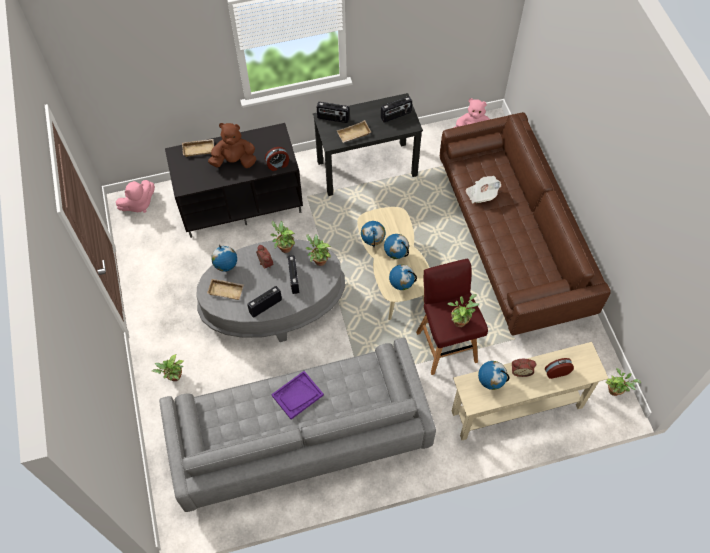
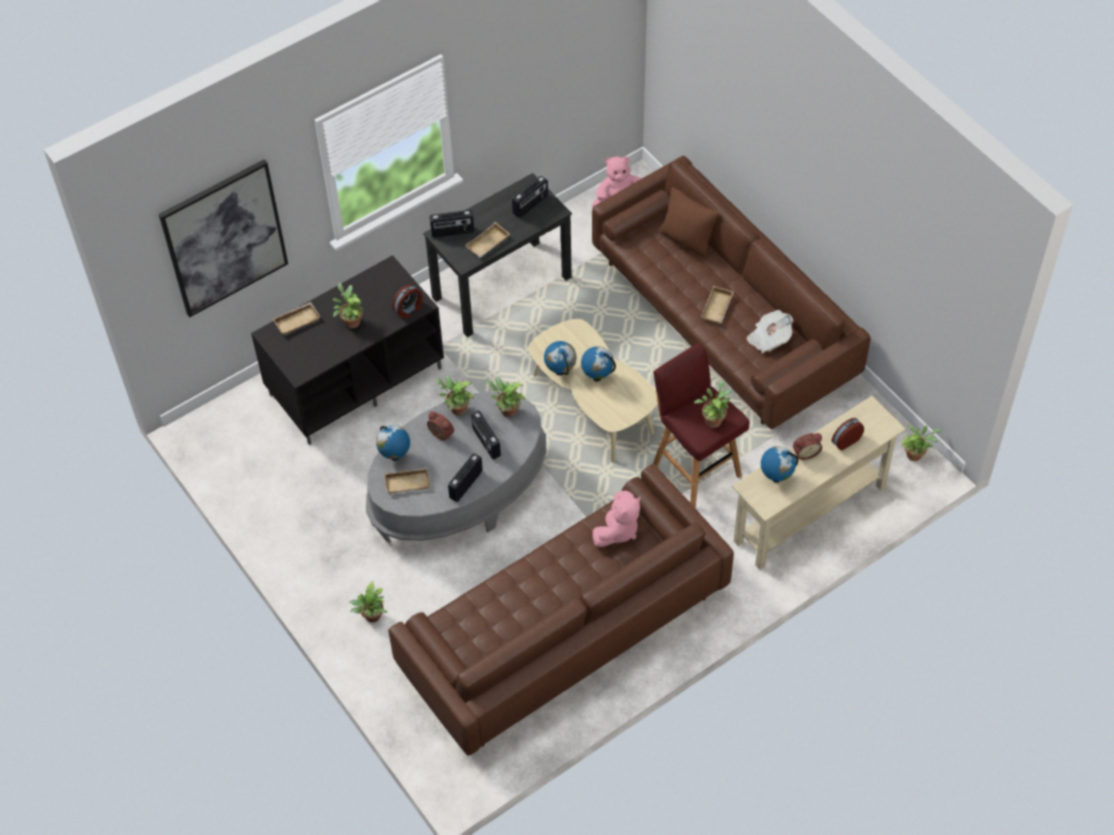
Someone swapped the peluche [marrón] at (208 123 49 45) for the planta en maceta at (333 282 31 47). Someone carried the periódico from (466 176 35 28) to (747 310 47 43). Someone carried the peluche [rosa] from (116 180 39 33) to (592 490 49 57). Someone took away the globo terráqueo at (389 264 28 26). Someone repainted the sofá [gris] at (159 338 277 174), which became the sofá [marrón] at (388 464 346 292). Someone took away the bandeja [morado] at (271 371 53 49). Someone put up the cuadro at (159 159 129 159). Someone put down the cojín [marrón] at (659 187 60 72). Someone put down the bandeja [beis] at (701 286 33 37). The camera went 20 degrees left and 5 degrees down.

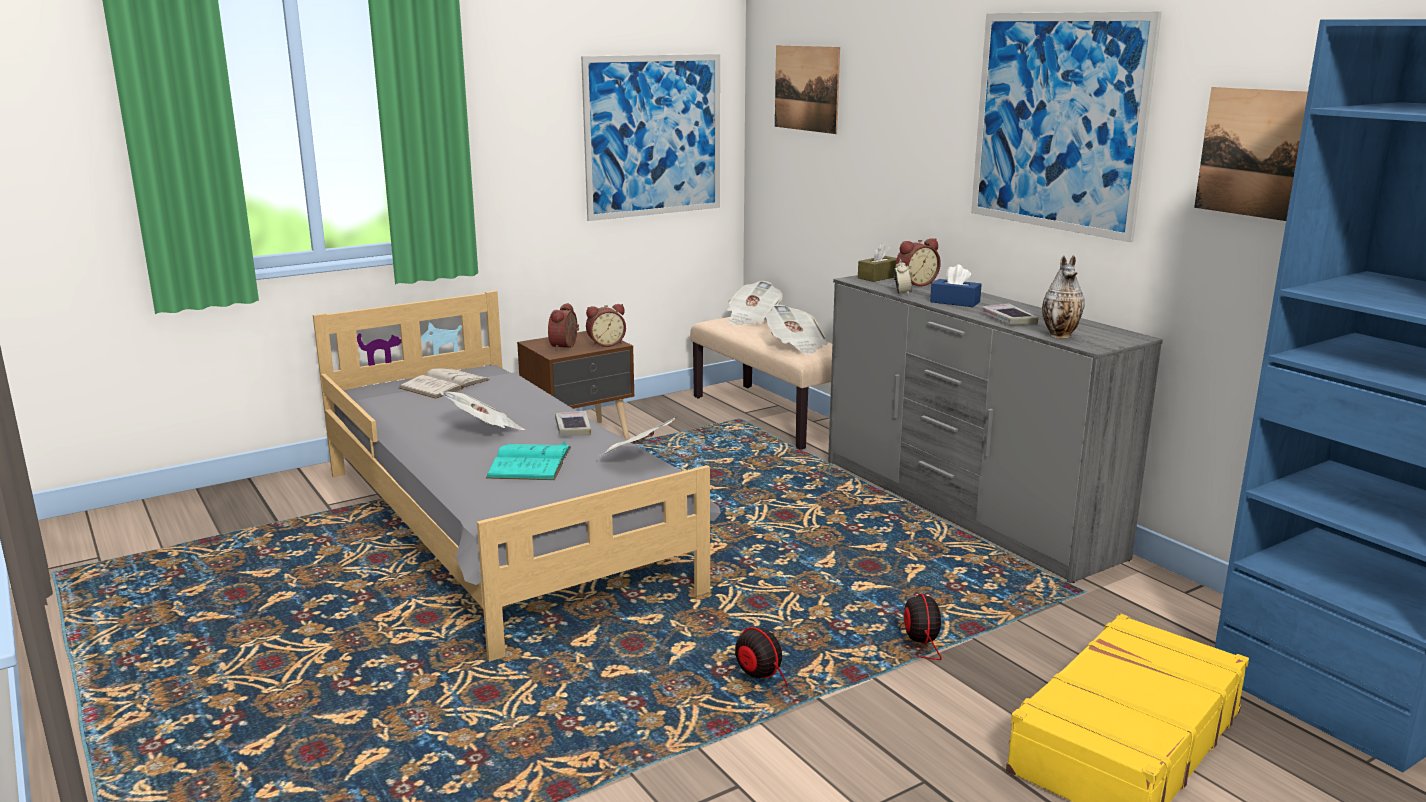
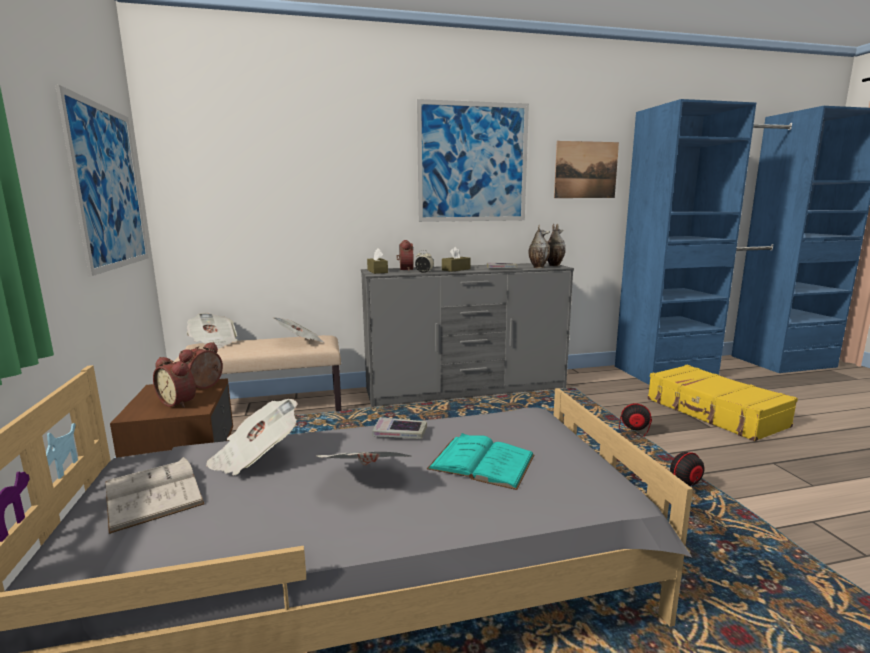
Someone took away the cuadro at (775 45 65 89). Someone repainted the caja de pañuelos [azul] at (930 264 52 43), which became the caja de pañuelos [marrón] at (442 247 29 25). Someone rotated the despertador at (586 304 40 43) by 150 degrees counterclockwise. Someone carried the periódico from (600 417 77 39) to (206 399 92 77). Someone put down the florero at (547 224 19 42). The camera went 70 degrees left and 5 degrees down.

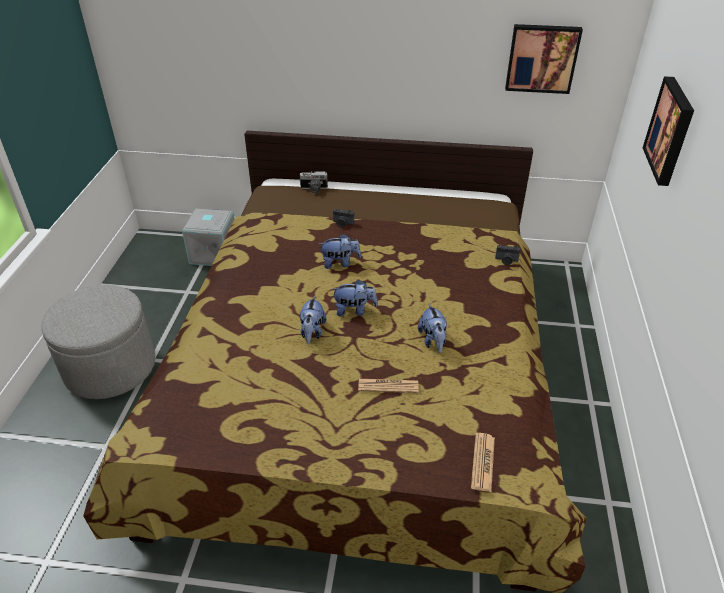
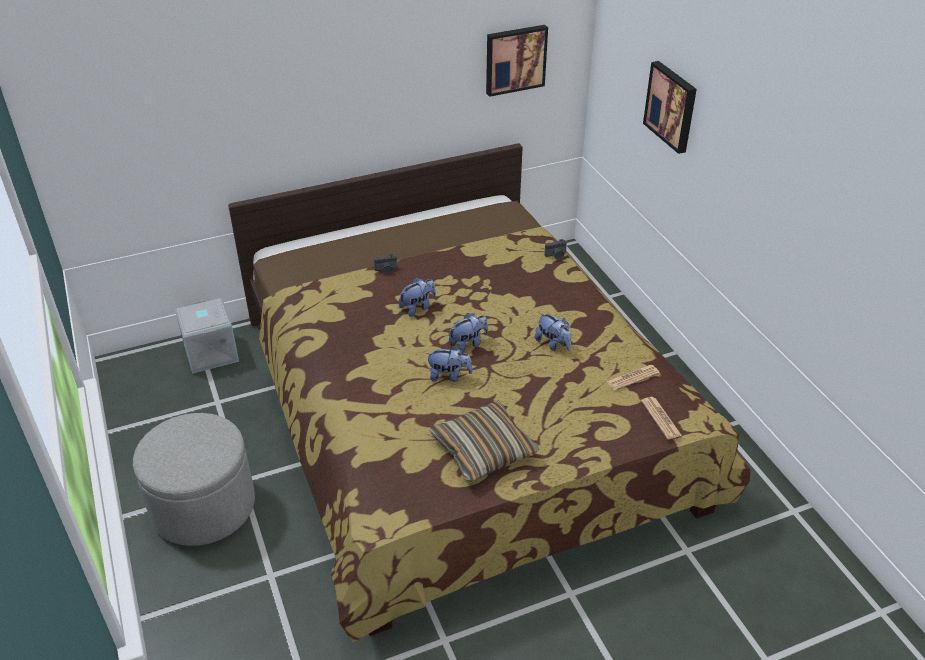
Someone took away the cámara at (299 171 29 22). Someone rotated the peluche at (300 295 26 49) by 60 degrees counterclockwise. Someone carried the periódico from (358 379 60 14) to (606 365 54 26). Someone put down the cojín at (429 400 110 82). The camera went 30 degrees left and 0 degrees up.

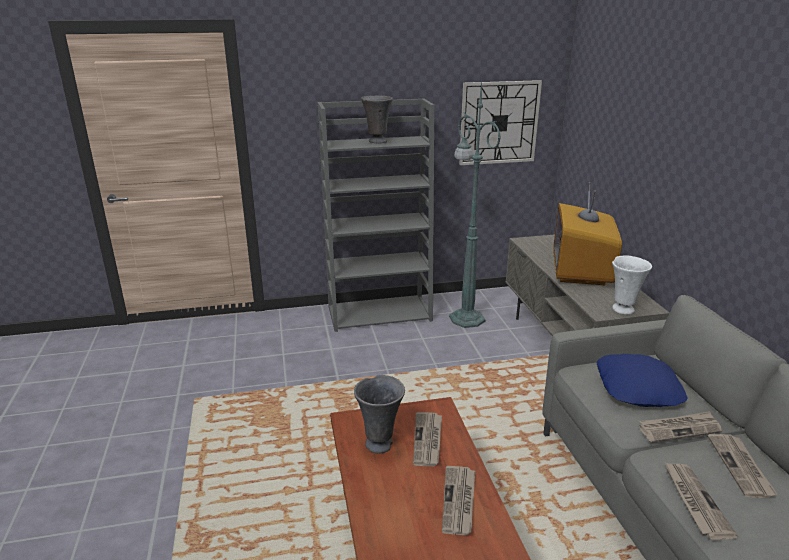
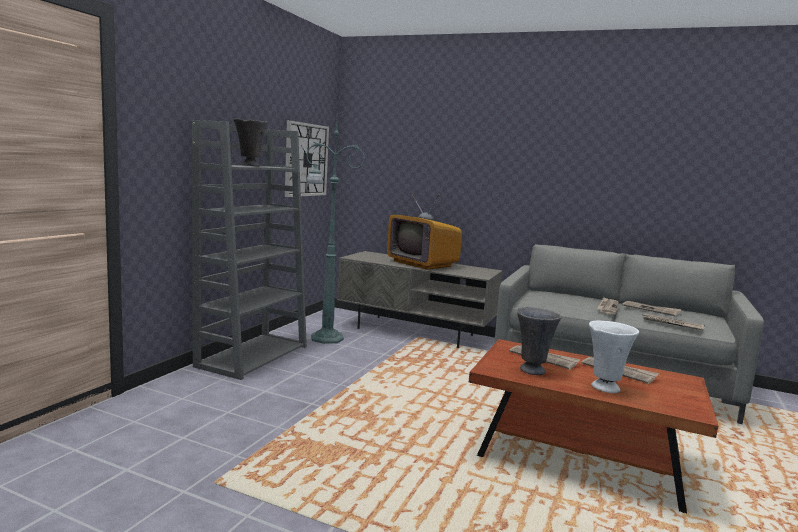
Someone carried the florero [blanco] from (612 255 40 60) to (589 321 50 72). Someone took away the cojín [azul] at (596 354 92 53). The camera went 55 degrees left and 15 degrees down.

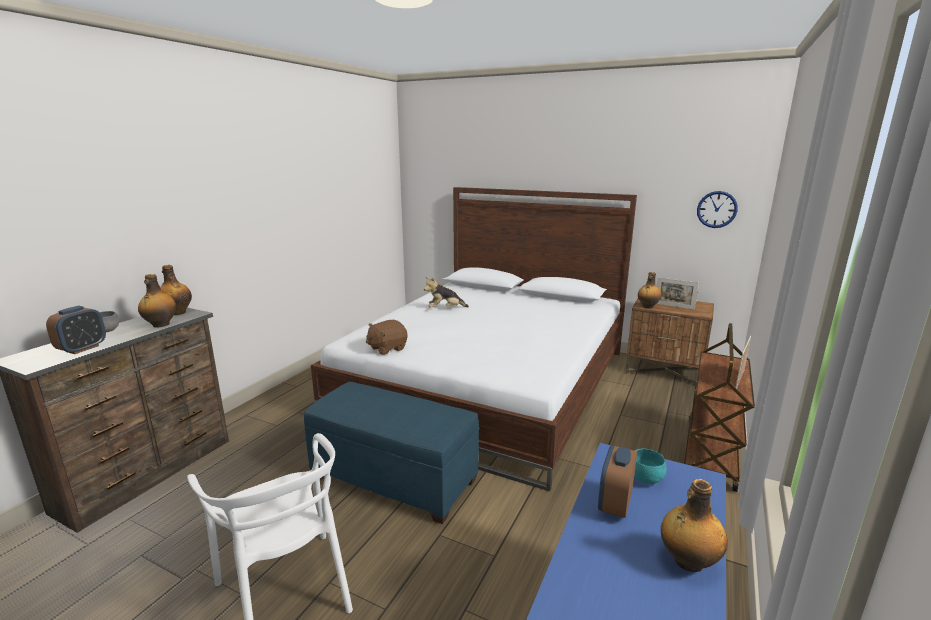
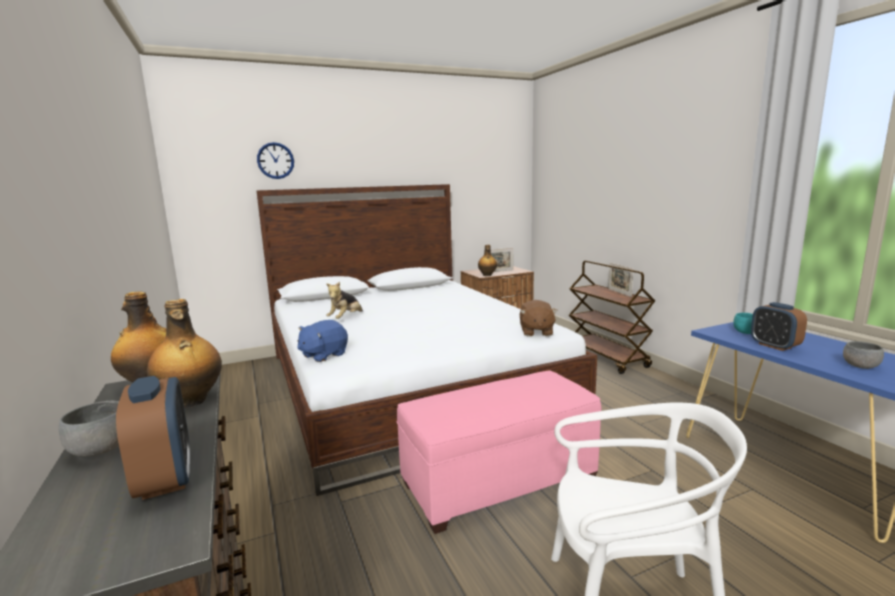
Someone carried the reloj de pared from (697 191 41 37) to (257 142 37 37). Someone carried the peluche [marrón] from (366 320 41 35) to (520 300 38 36). Someone repainted the puf [azul] at (304 382 176 142), which became the puf [rosa] at (397 371 204 163). Someone took away the botella at (661 479 67 93). Someone put down the peluche [azul] at (297 320 51 42). Someone put down the cuenco [gris] at (843 341 41 28). The camera went 50 degrees left and 5 degrees down.

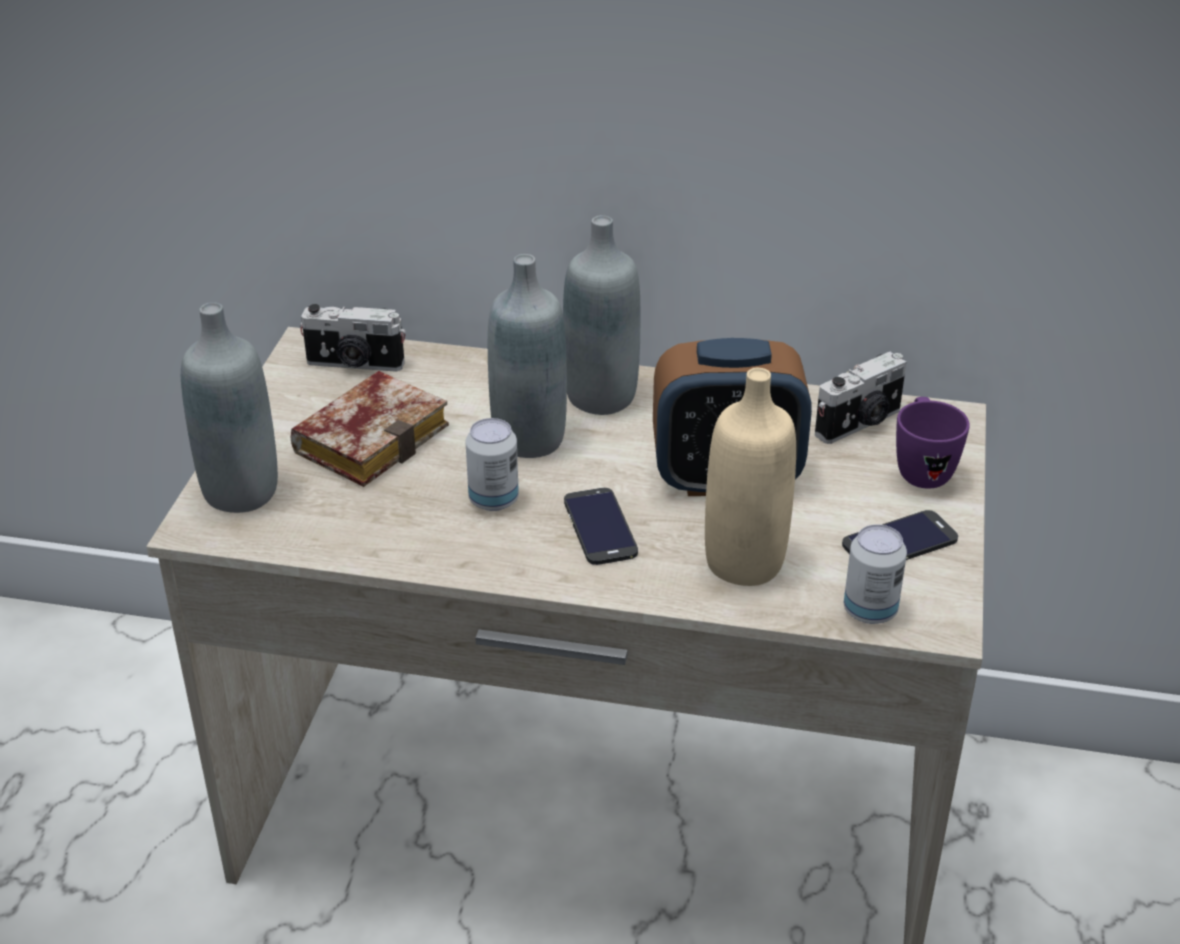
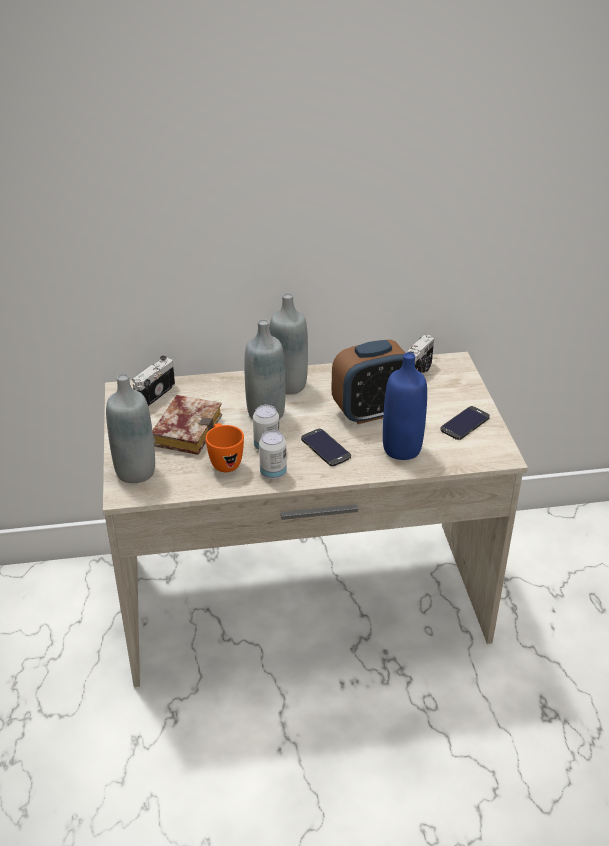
Someone rotated the cámara at (300 304 105 68) by 135 degrees clockwise. Someone repainted the botella [beis] at (705 368 91 218), which became the botella [azul] at (383 352 44 108). Someone took away the taza grande [morado] at (896 397 74 92). Someone carried the lata from (844 524 63 100) to (259 431 28 49). Someone put down the taza grande [naranja] at (205 423 39 49). The camera went 20 degrees left and 0 degrees up.

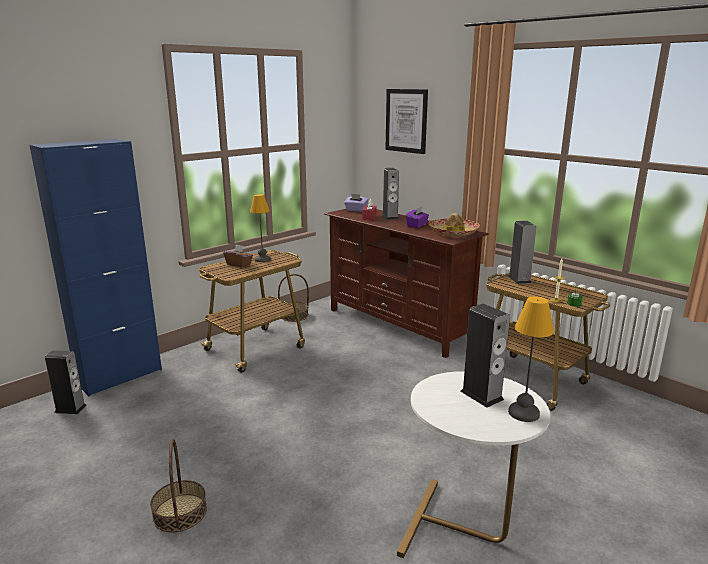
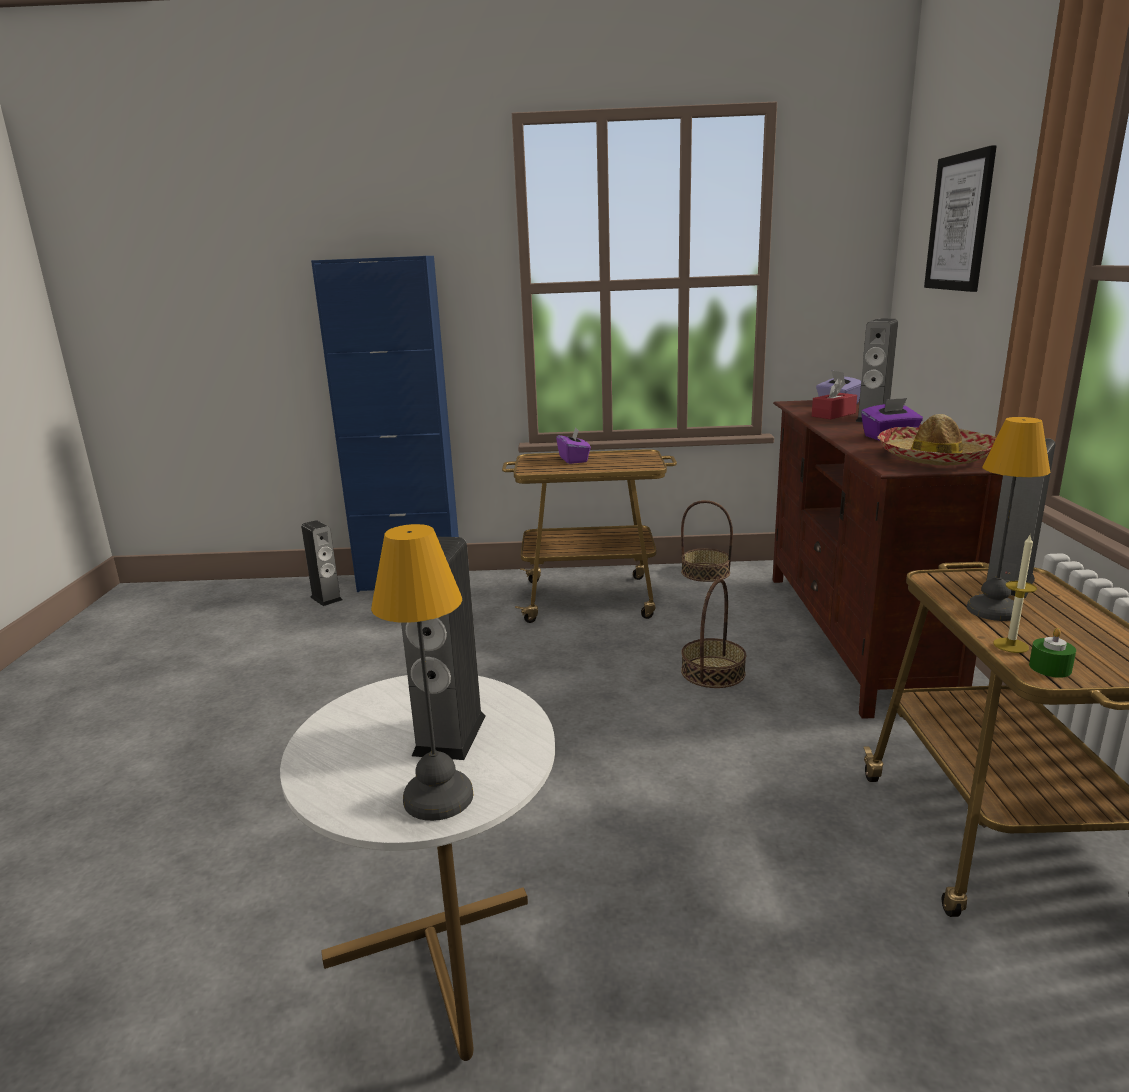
Someone carried the lámpara de mesa from (250 194 21 68) to (967 417 83 204). Someone repainted the caja de pañuelos [marrón] at (223 244 30 24), which became the caja de pañuelos [morado] at (556 427 35 37). Someone carried the cesta from (150 439 57 93) to (681 579 65 109). The camera went 45 degrees right and 0 degrees up.

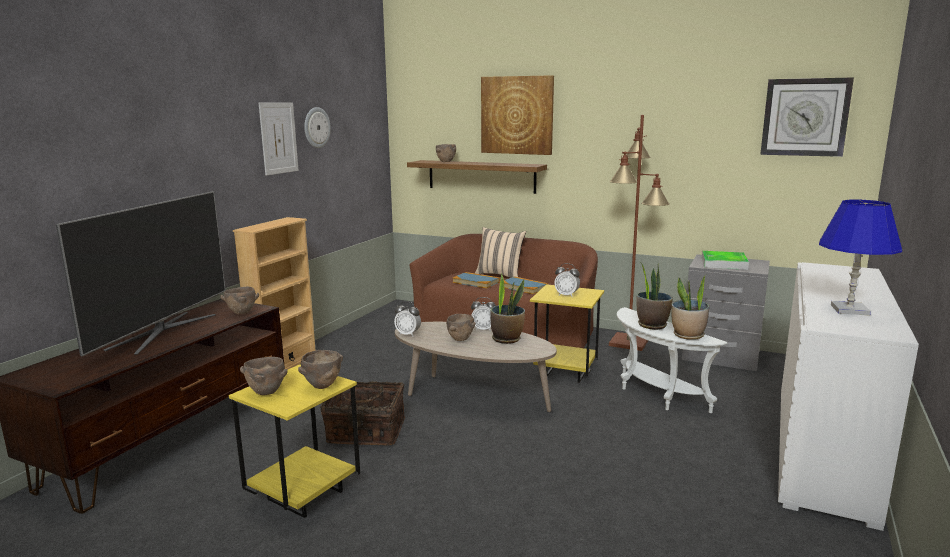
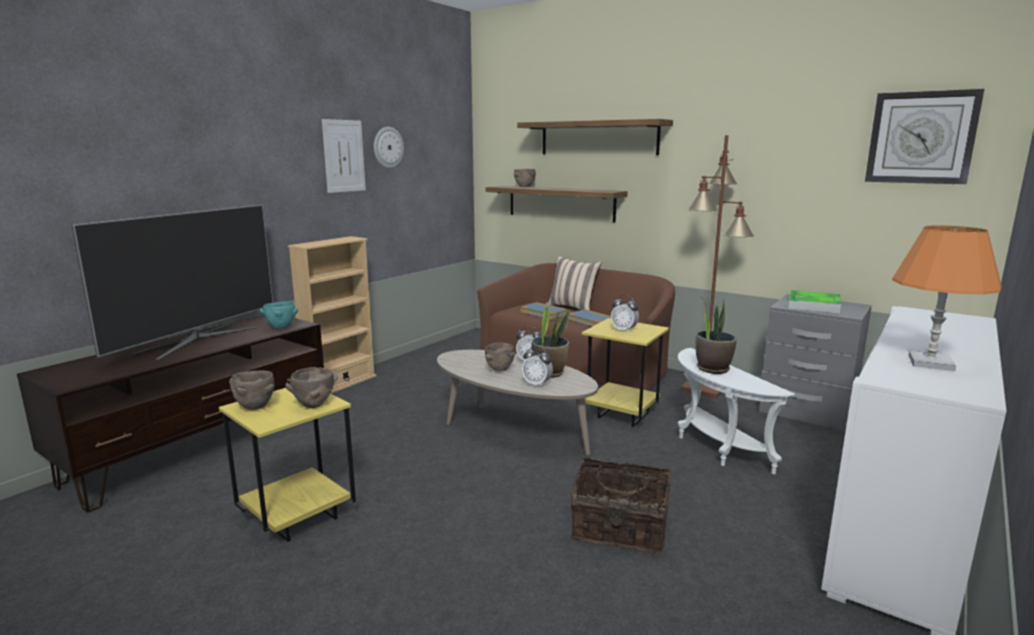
Someone swapped the cuadro at (481 75 73 80) for the estante at (517 119 156 36). Someone repainted the lámpara de mesa [azul] at (819 200 83 116), which became the lámpara de mesa [naranja] at (892 225 109 146). Someone took away the planta en maceta at (671 274 38 66). Someone repainted the cuenco [marrón] at (220 287 39 27), which became the cuenco [turquesa] at (260 301 38 28). Someone carried the despertador from (394 301 27 36) to (522 346 31 42). Someone carried the cesta from (320 381 85 64) to (571 457 100 96). The camera went 10 degrees right and 0 degrees up.

